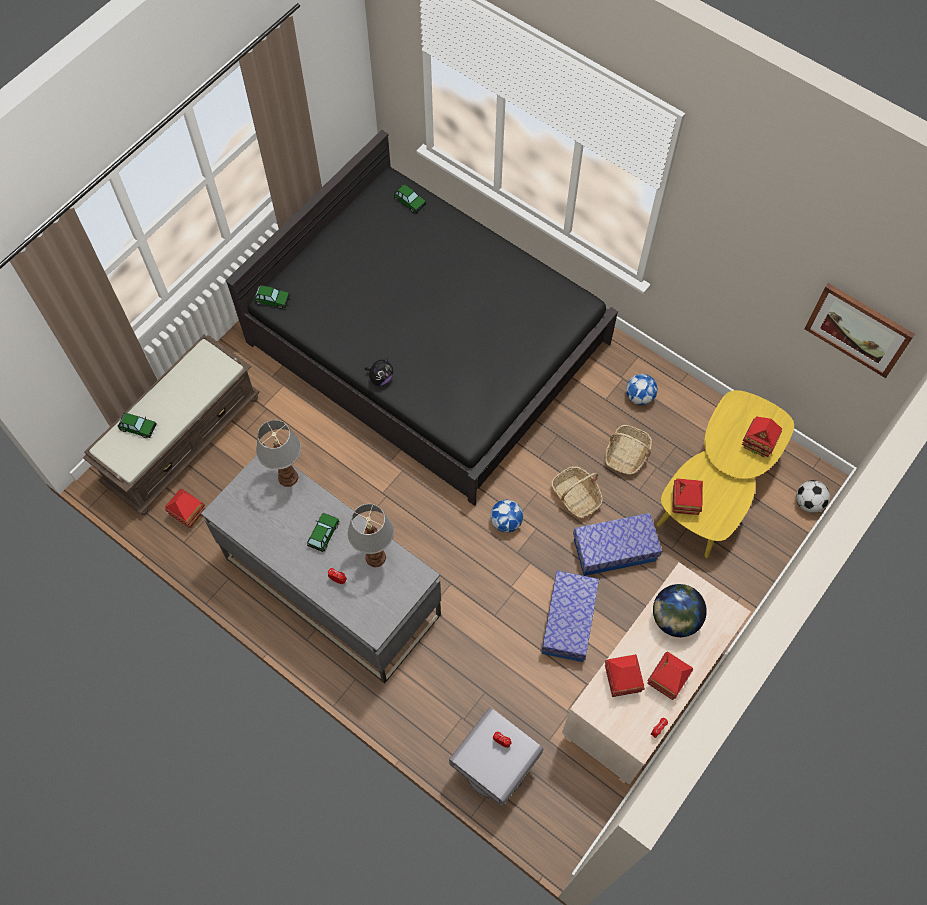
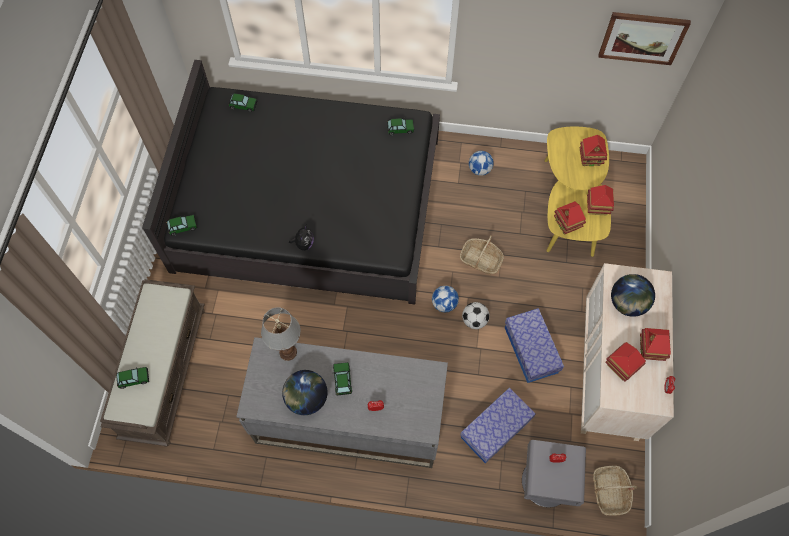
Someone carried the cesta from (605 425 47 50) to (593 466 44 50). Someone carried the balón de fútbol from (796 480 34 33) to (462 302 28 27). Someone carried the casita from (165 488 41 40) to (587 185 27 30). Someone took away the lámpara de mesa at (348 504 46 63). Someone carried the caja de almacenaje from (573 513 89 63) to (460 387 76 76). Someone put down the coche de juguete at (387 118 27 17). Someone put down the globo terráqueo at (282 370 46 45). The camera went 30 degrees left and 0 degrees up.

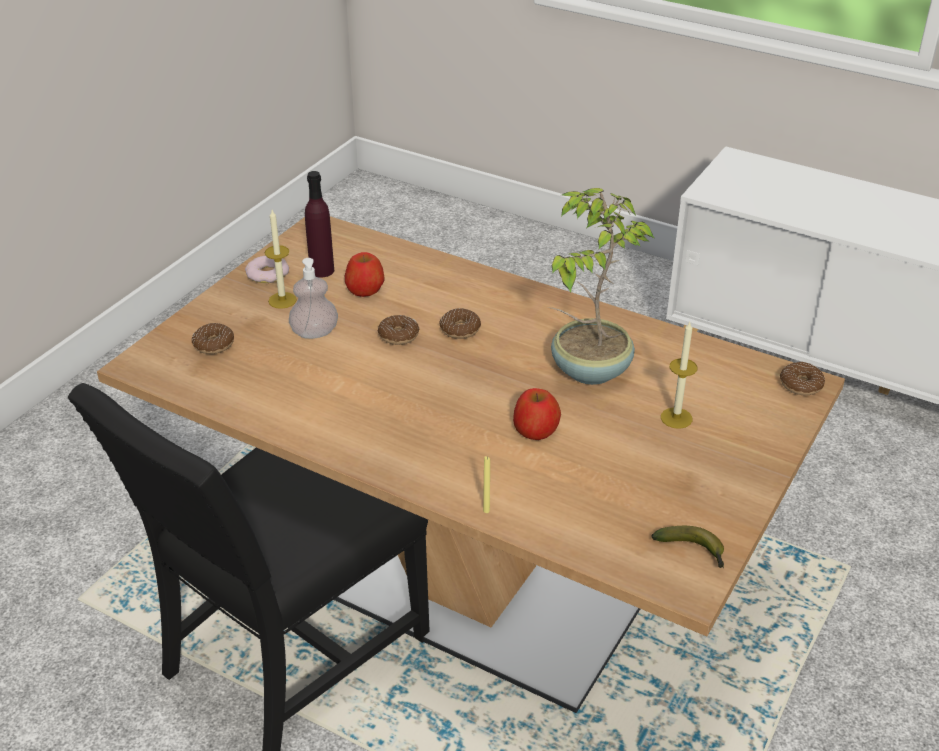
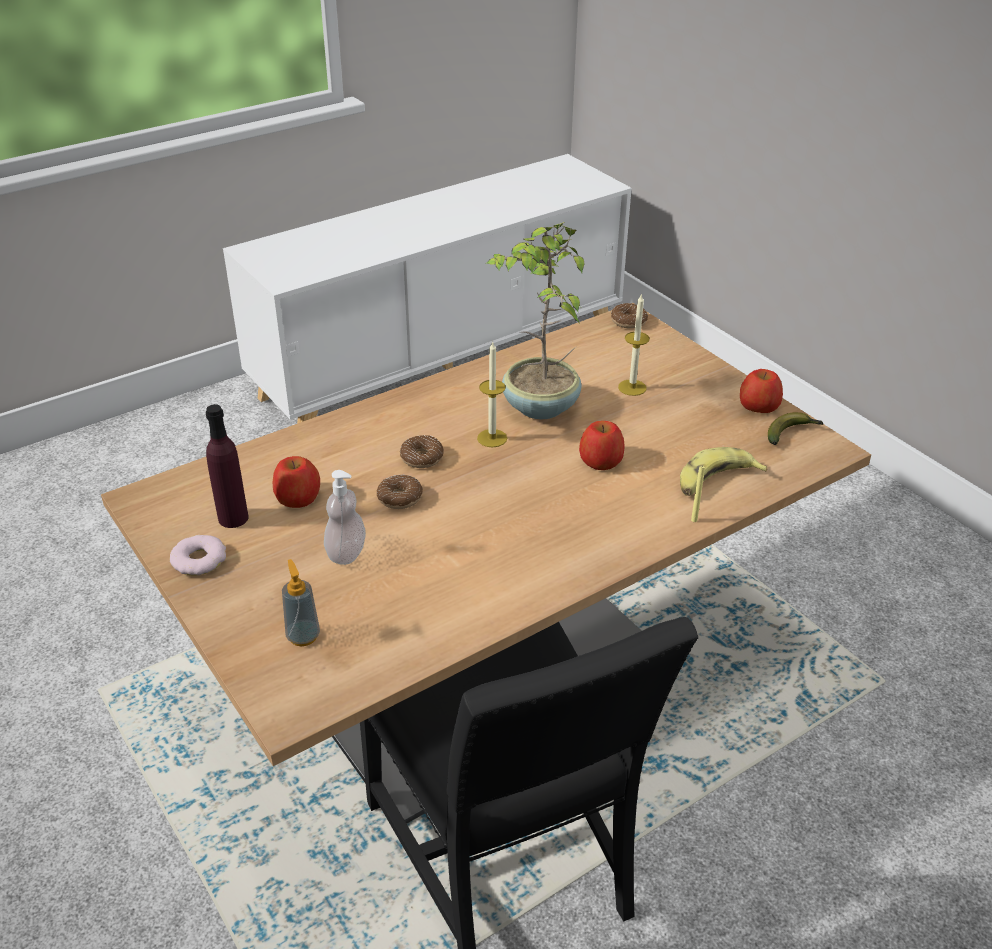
Someone carried the vela from (265 210 32 99) to (477 341 30 106). Someone swapped the rosquilla at (192 323 42 31) for the dispensador de jabón at (282 559 38 87). Someone put down the manzana at (740 369 43 44). Someone put down the plátano at (680 447 88 49). The camera went 65 degrees left and 0 degrees up.

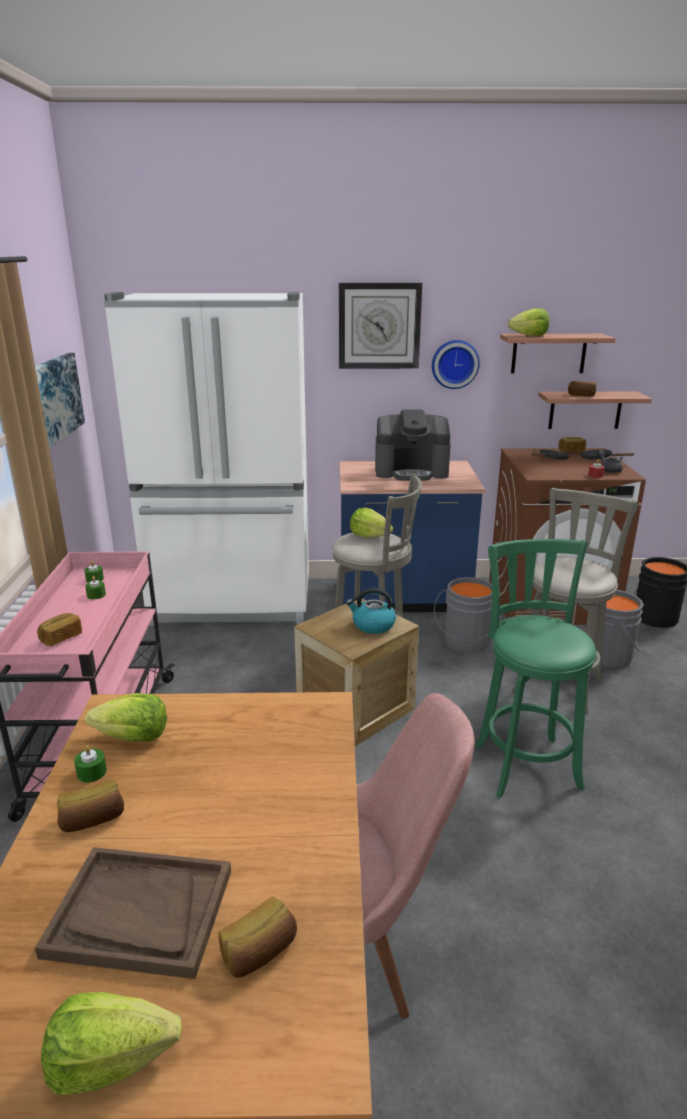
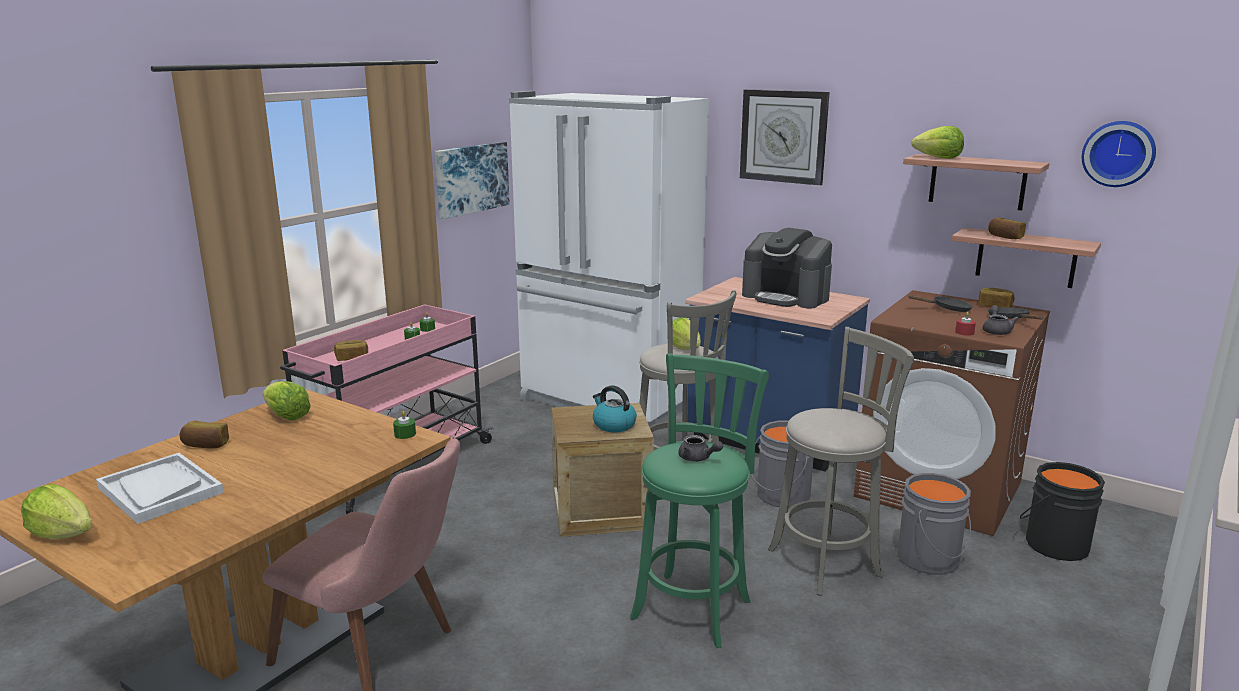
Someone carried the reloj de pared from (432 340 48 49) to (1082 121 74 66). Someone carried the vela [verde] from (74 745 33 38) to (393 411 23 28). Someone repainted the bandeja [marrón] at (35 847 196 132), which became the bandeja [blanco] at (96 453 128 71). Someone took away the pan at (218 897 79 81). Someone put down the tetera [gris] at (678 435 45 27). The camera went 35 degrees right and 5 degrees down.

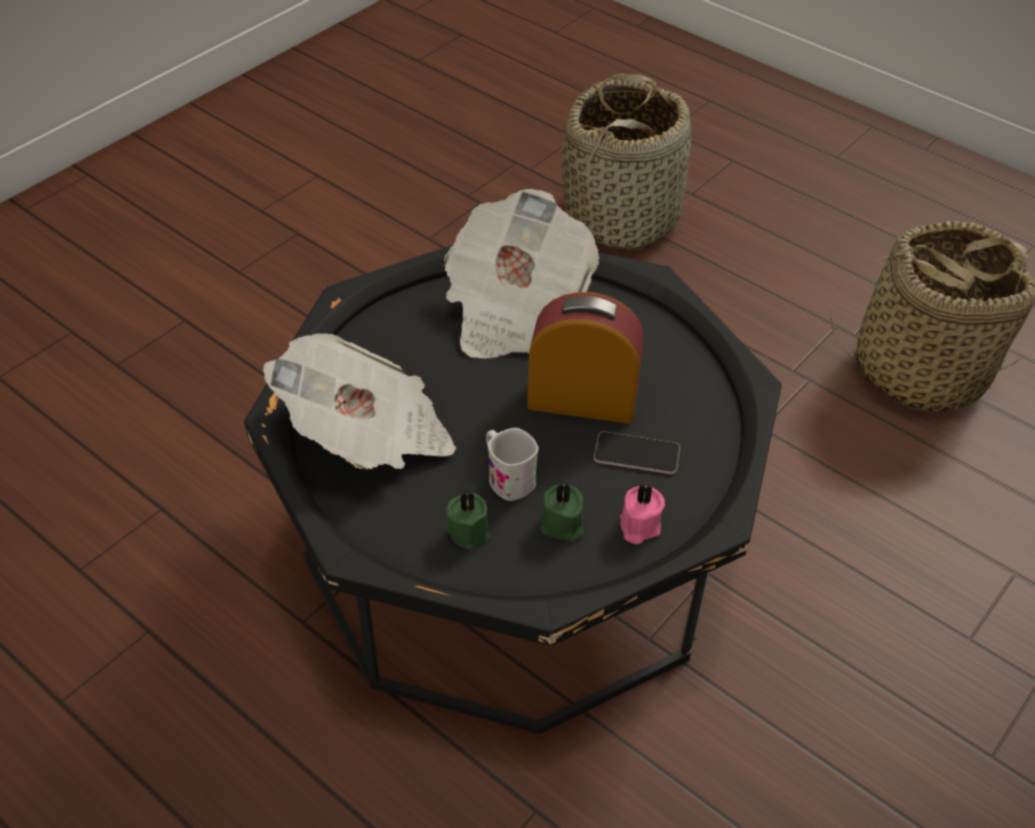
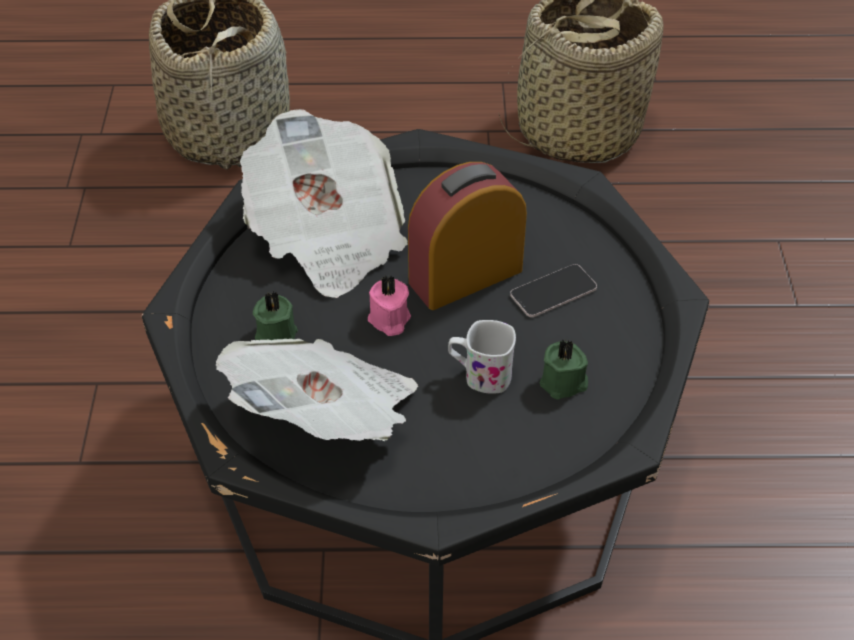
Someone carried the vela [rosa] from (620 484 45 60) to (368 275 43 61). Someone carried the vela [verde] from (446 491 44 59) to (253 291 45 49). The camera went 40 degrees left and 0 degrees up.

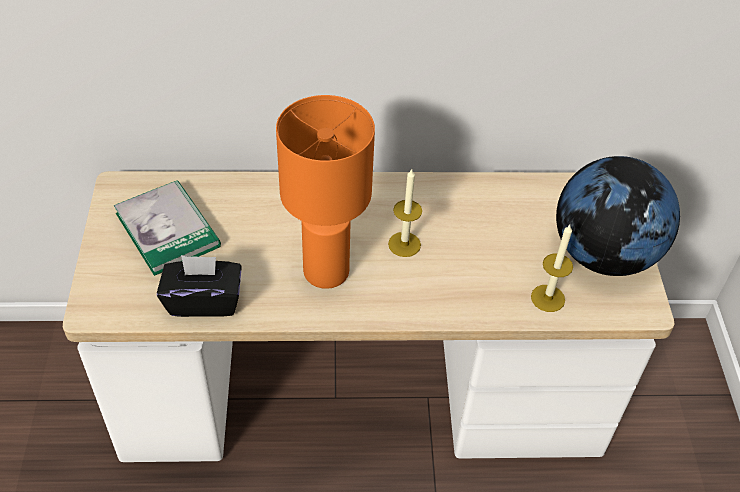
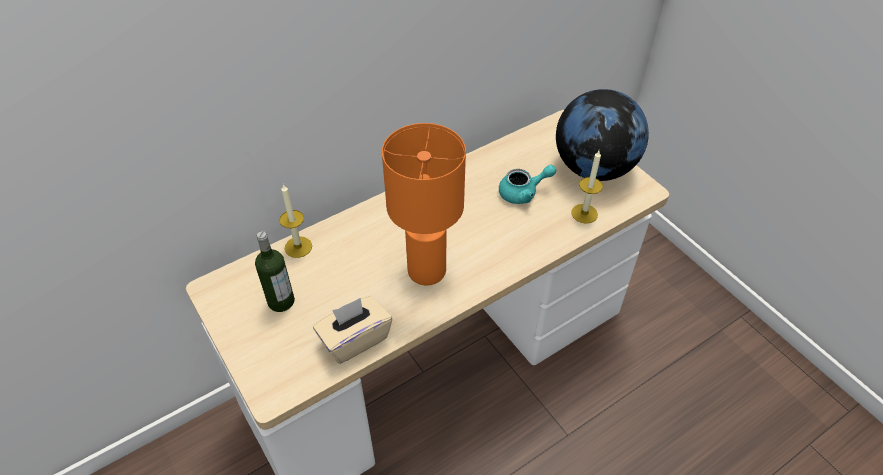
Someone carried the vela from (388 168 34 89) to (279 184 33 74). Someone swapped the libro at (114 180 107 96) for the botella at (255 231 40 81). Someone repainted the caja de pañuelos [negro] at (157 255 85 62), which became the caja de pañuelos [beis] at (313 296 79 68). Someone put down the tetera [turquesa] at (499 165 57 39). The camera went 30 degrees left and 0 degrees up.

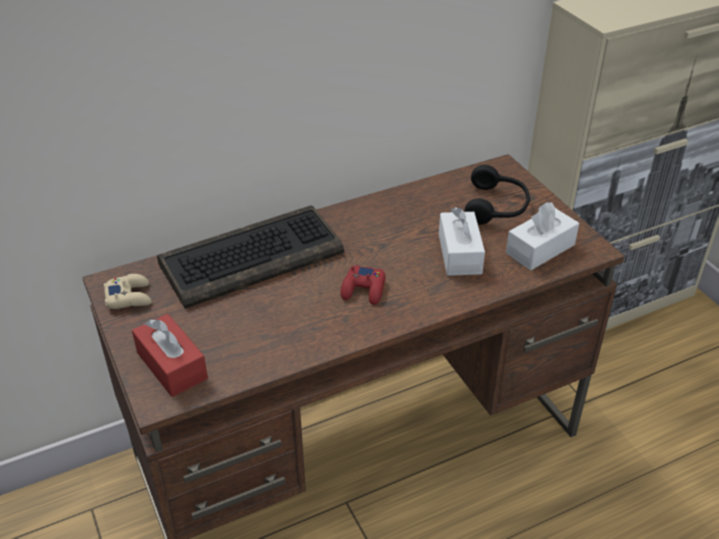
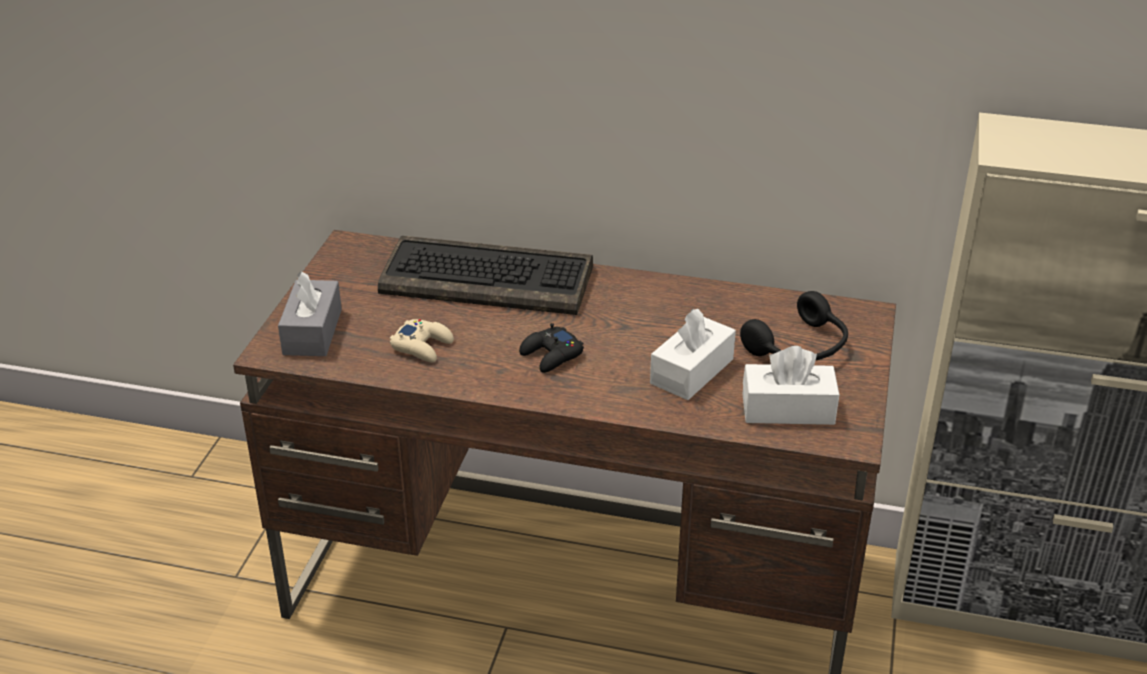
Someone repainted the mando de consola [rojo] at (341 265 45 40), which became the mando de consola [negro] at (519 323 65 50). Someone carried the mando de consola [beis] from (104 274 48 35) to (390 319 64 43). Someone repainted the caja de pañuelos [rojo] at (132 314 76 83), which became the caja de pañuelos [gris] at (278 272 64 84). The camera went 40 degrees right and 5 degrees down.

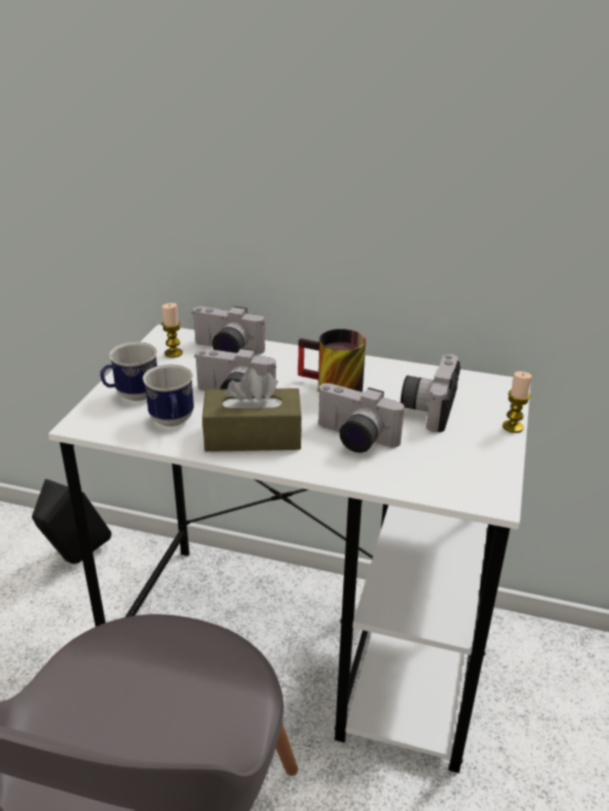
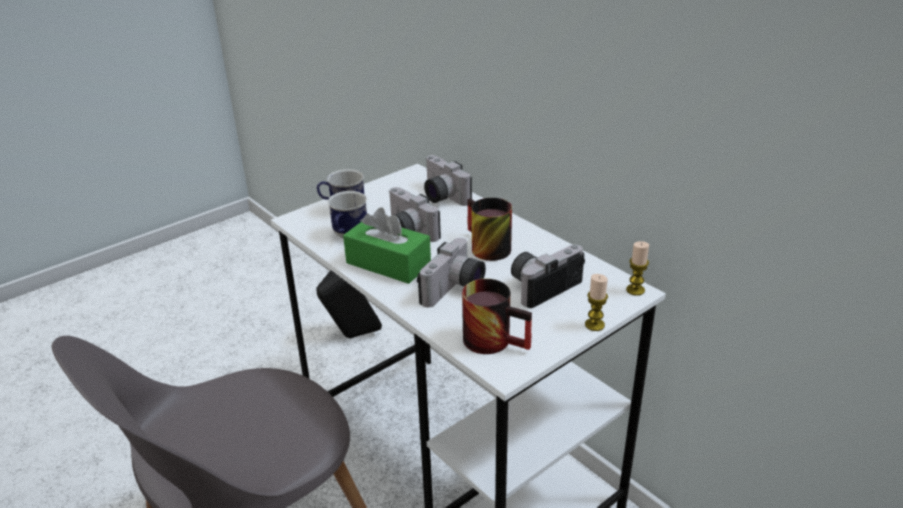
Someone carried the vela from (162 303 21 55) to (626 241 23 55). Someone repainted the caja de pañuelos [marrón] at (202 368 100 84), which became the caja de pañuelos [verde] at (343 208 88 76). Someone rotated the cámara at (317 383 87 70) by 120 degrees counterclockwise. Someone put down the taza grande at (462 279 70 75). The camera went 35 degrees right and 0 degrees up.

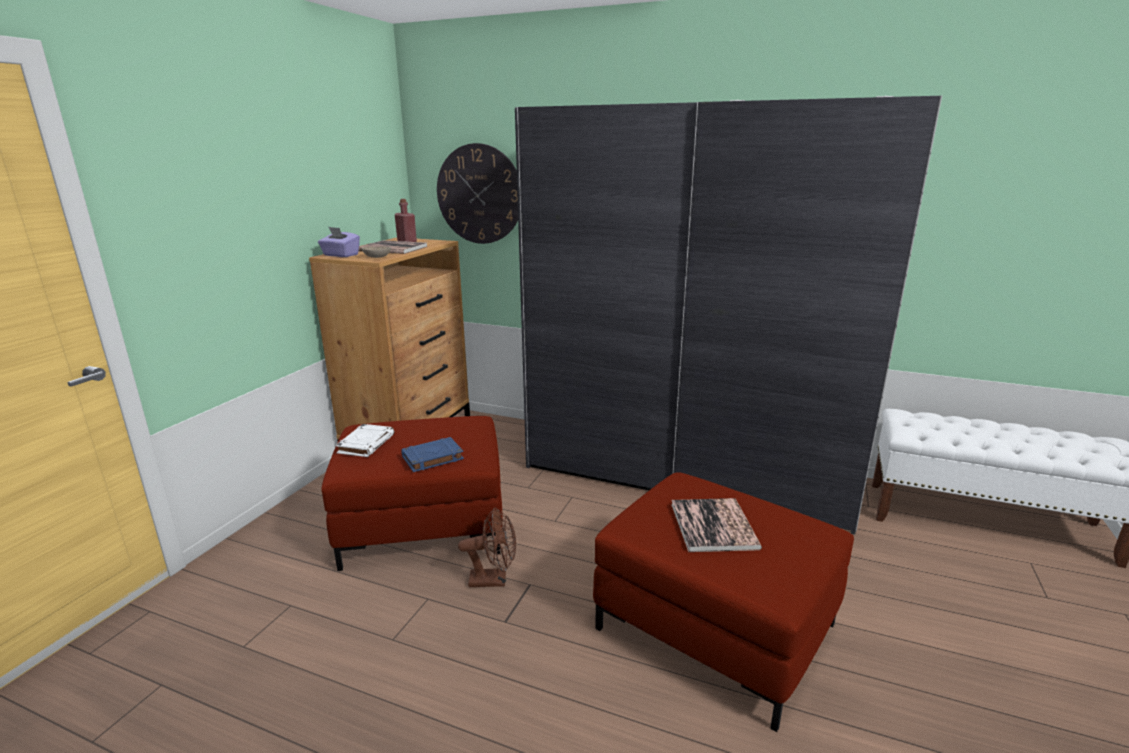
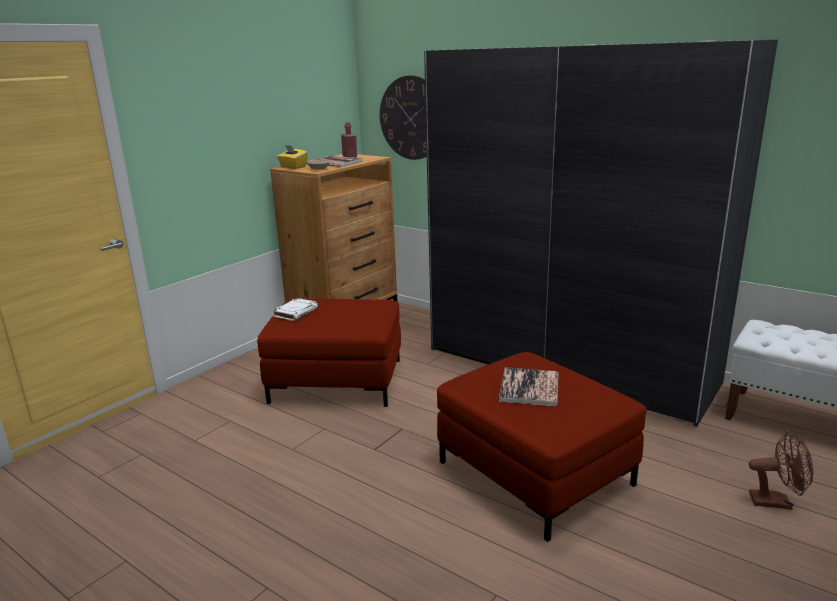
Someone repainted the caja de pañuelos [morado] at (318 227 42 30), which became the caja de pañuelos [amarillo] at (277 145 31 24). Someone took away the libro [azul] at (401 437 63 35). Someone carried the ventilador [marrón] from (458 507 58 80) to (748 432 65 78). The camera went 15 degrees right and 0 degrees up.

